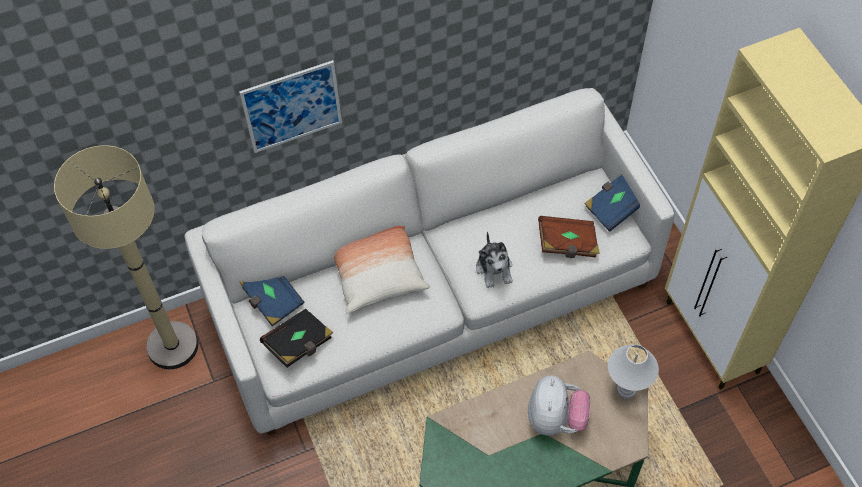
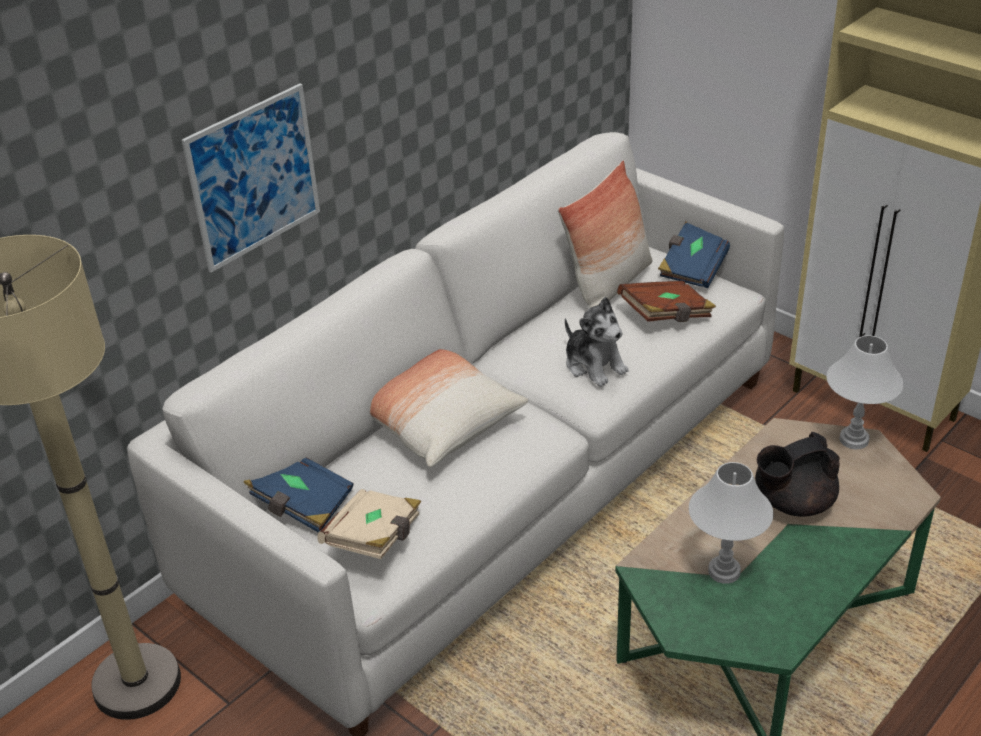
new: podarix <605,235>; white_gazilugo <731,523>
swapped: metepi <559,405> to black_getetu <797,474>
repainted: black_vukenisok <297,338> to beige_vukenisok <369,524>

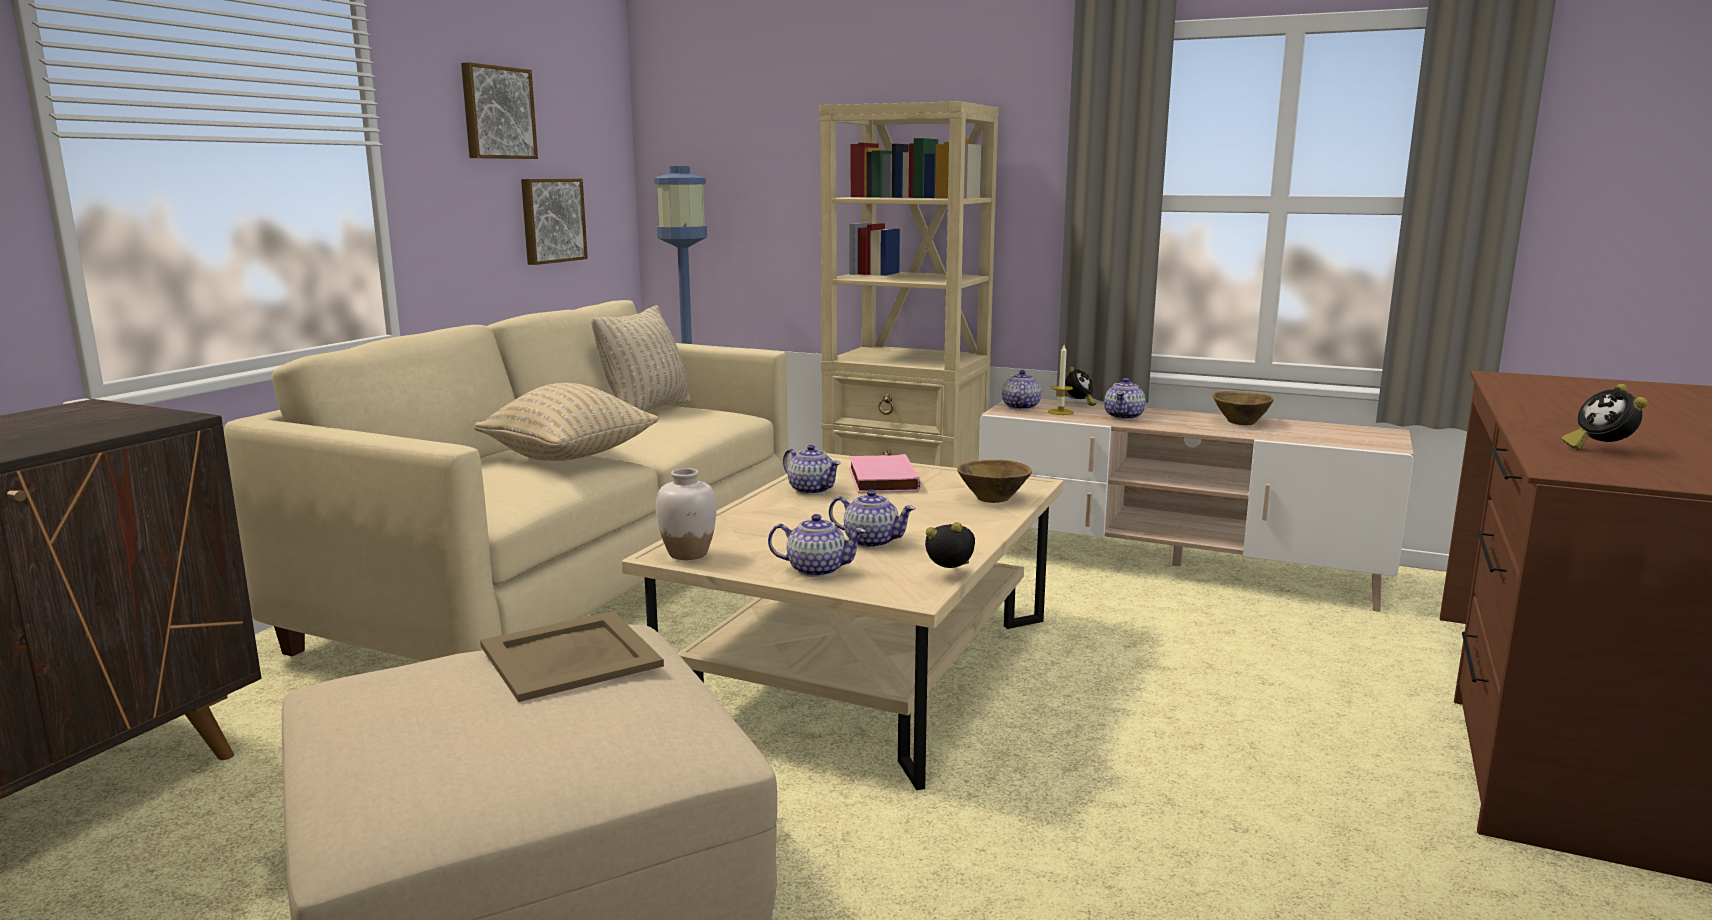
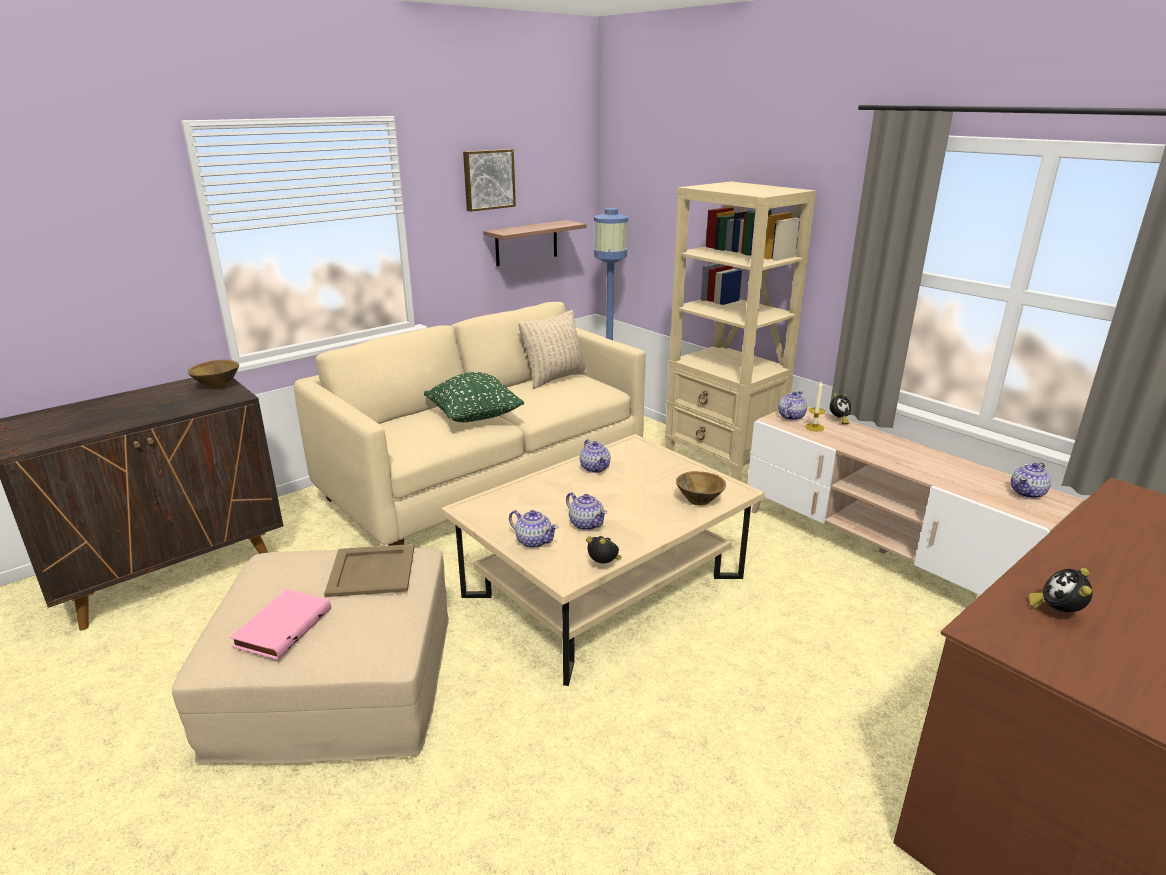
gone: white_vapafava <686,514>
shifted: getetu <1125,399> to <1031,481>; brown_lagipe <1243,408> to <213,375>; pink_vukenisok <884,473> to <280,624>
swapped: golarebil <554,222> to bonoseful <535,243>
repainted: beige_podarix <566,422> to green_podarix <474,397>

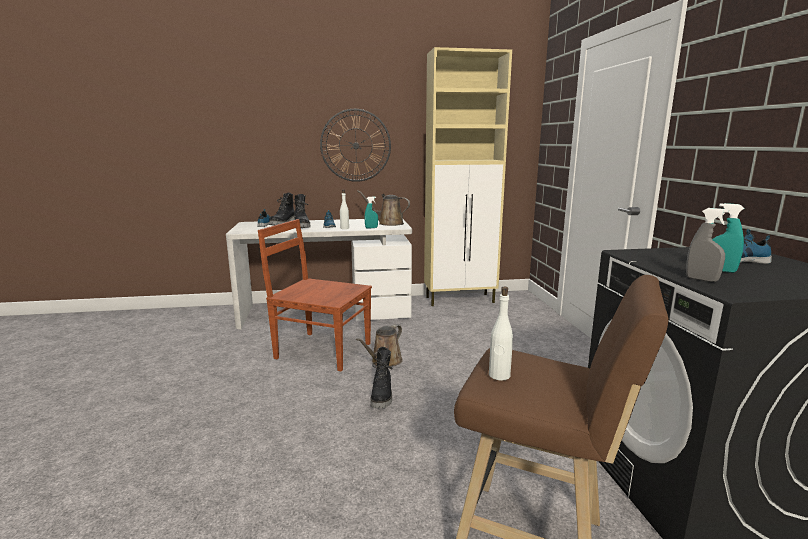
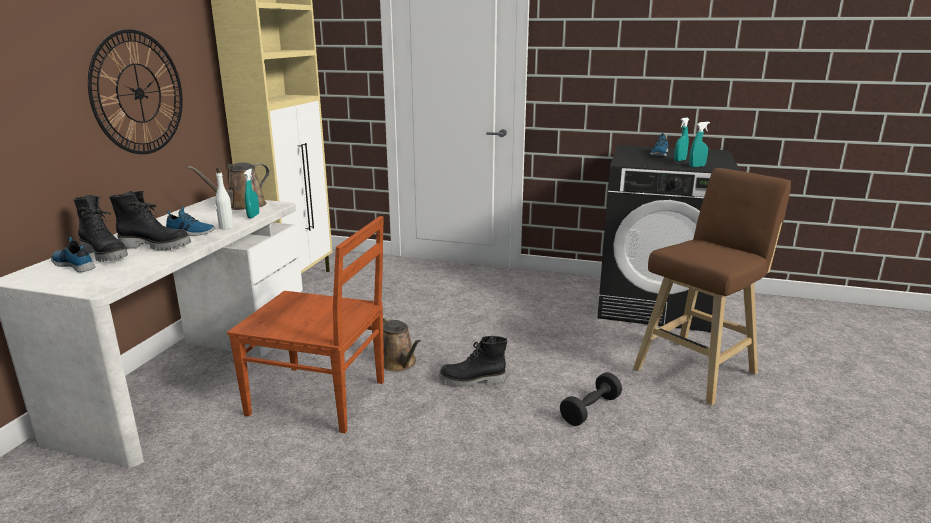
gone: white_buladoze <501,334>
new: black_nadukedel <591,399>
repainted: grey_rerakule <707,245> to turquoise_rerakule <699,144>
rotated: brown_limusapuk <315,295> = <305,324> 120 degrees counterclockwise; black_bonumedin <381,378> = <473,361> 150 degrees clockwise

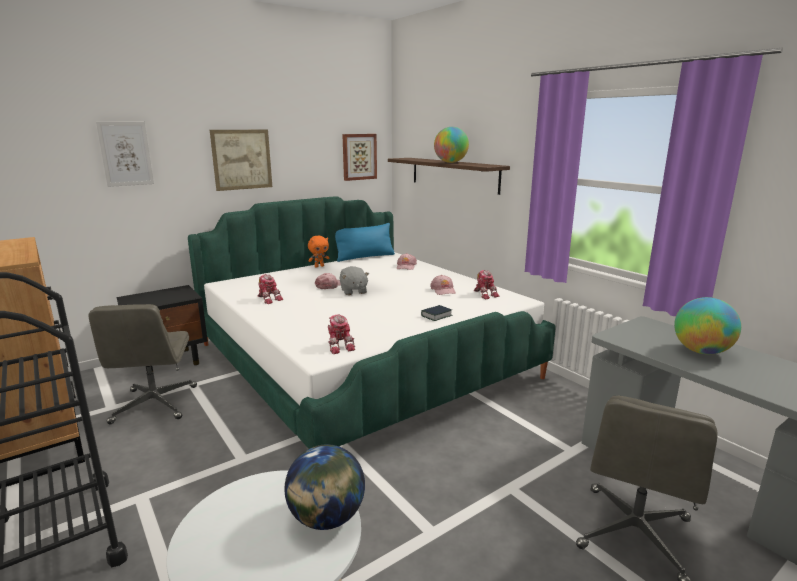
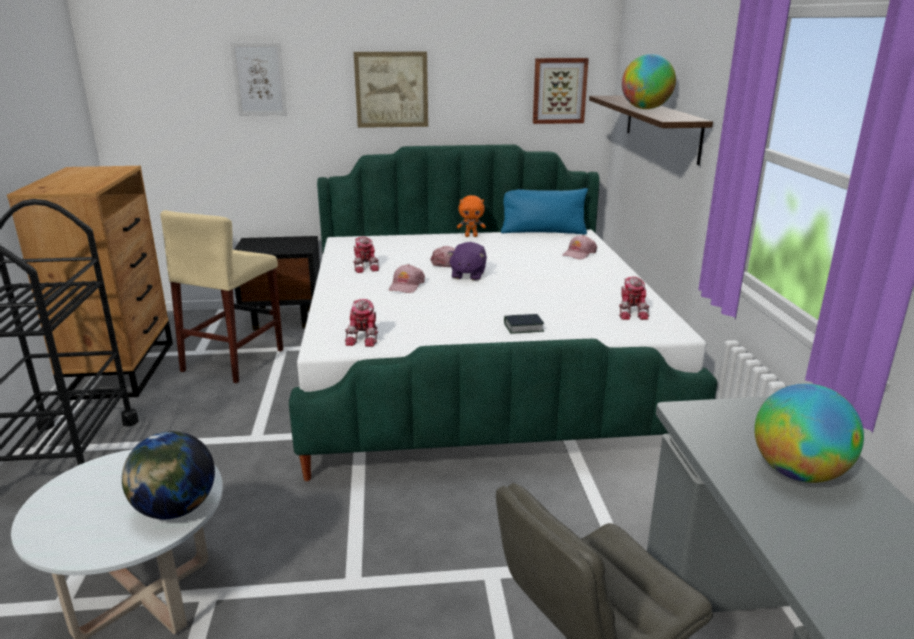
shifted: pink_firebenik <443,285> to <407,278>
swapped: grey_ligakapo <143,364> to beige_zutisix <221,296>
repainted: grey_metepi <354,280> to purple_metepi <467,261>

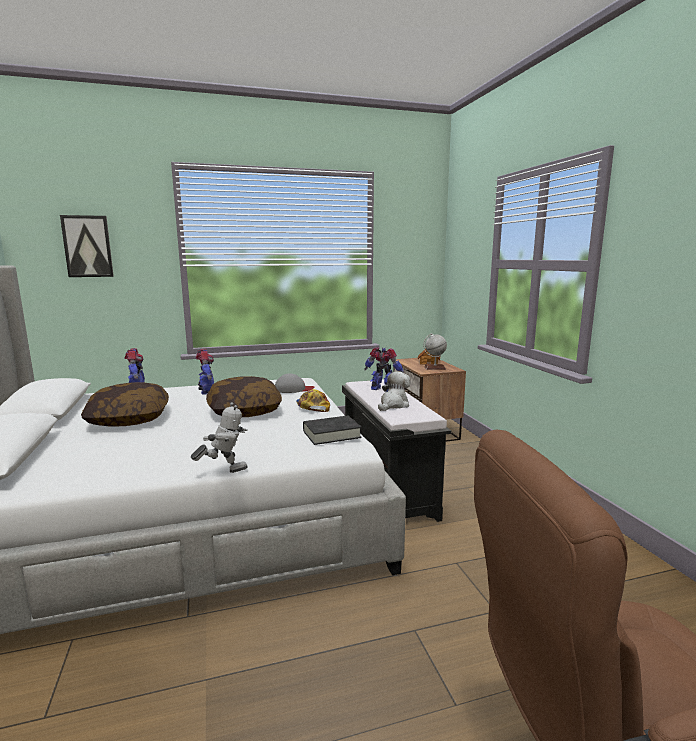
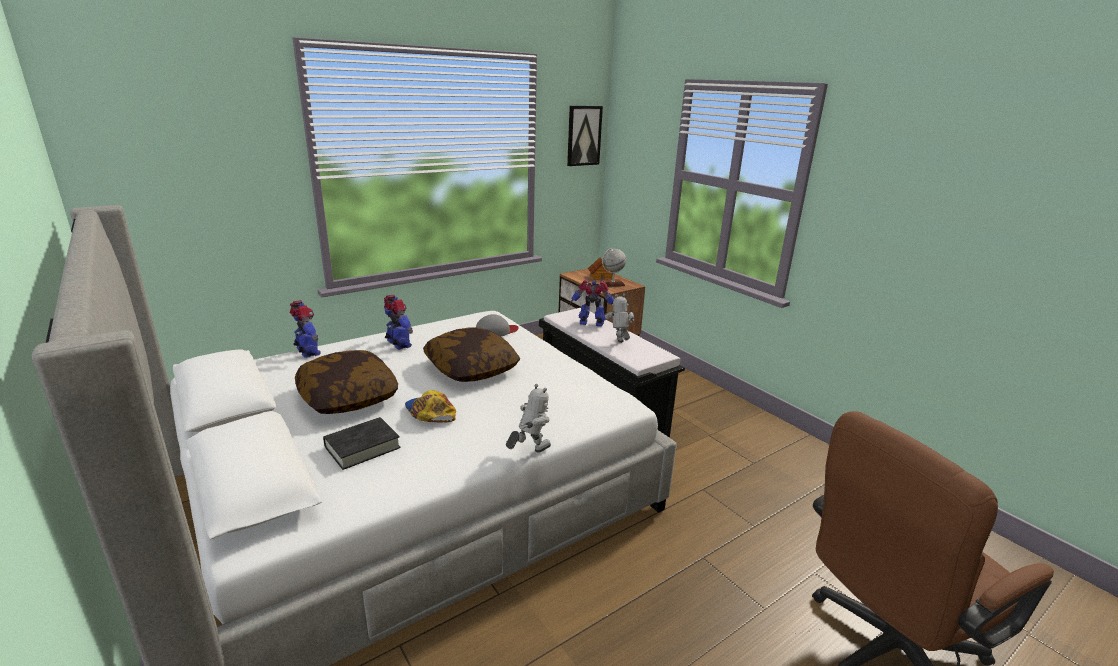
shifted: golarebil <87,246> to <585,136>; firebenik <313,400> to <430,406>; black_vukenisok <332,430> to <362,443>
swapped: metepi <394,391> to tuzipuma <619,318>

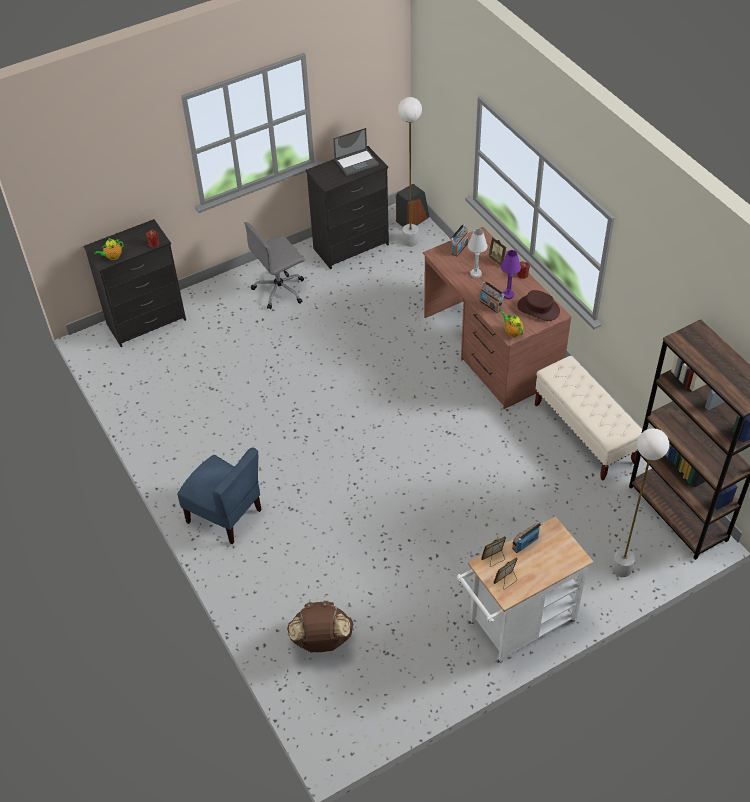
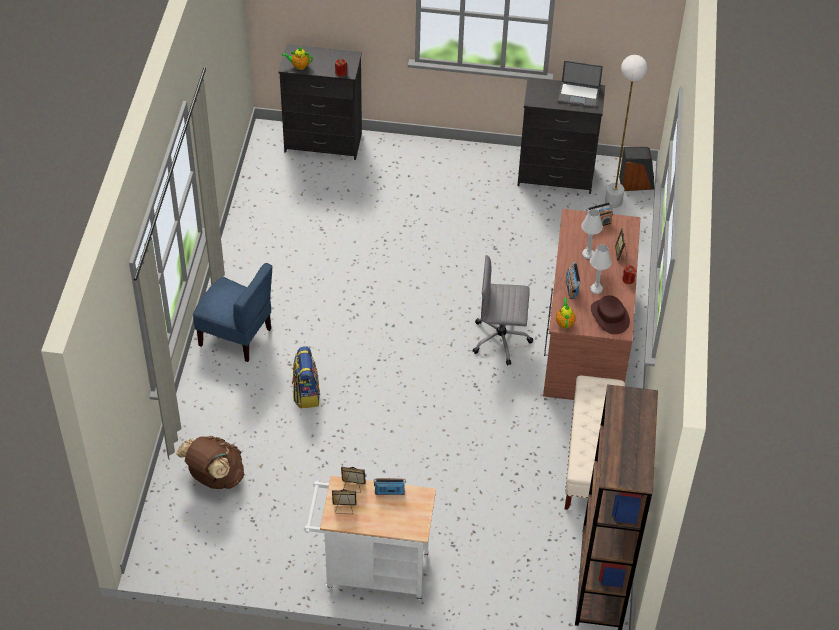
gone: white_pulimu <640,502>
new: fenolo <306,377>
shifted: grey_ligakapo <274,265> to <503,310>
repainted: purple_gazilugo <511,274> to white_gazilugo <600,269>
rotated: blue_limusapuk <219,495> = <232,312> 45 degrees counterclockwise

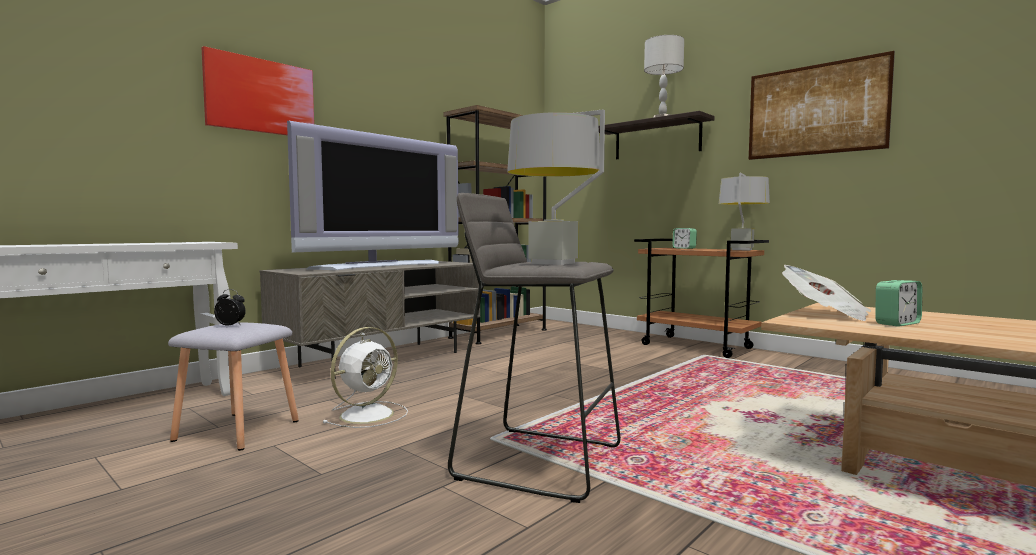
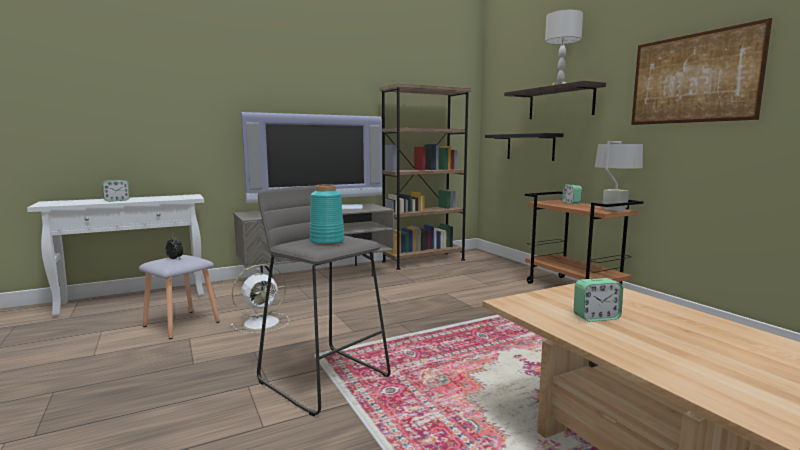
gone: golarebil <258,91>; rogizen <826,293>
new: black_bonoseful <524,147>; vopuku <116,191>
swapped: grey_gazilugo <556,187> to turquoise_vapafava <327,214>

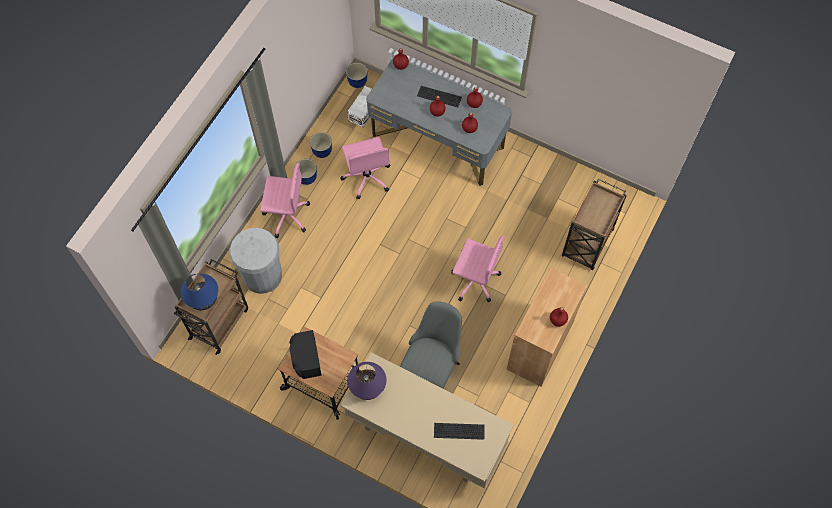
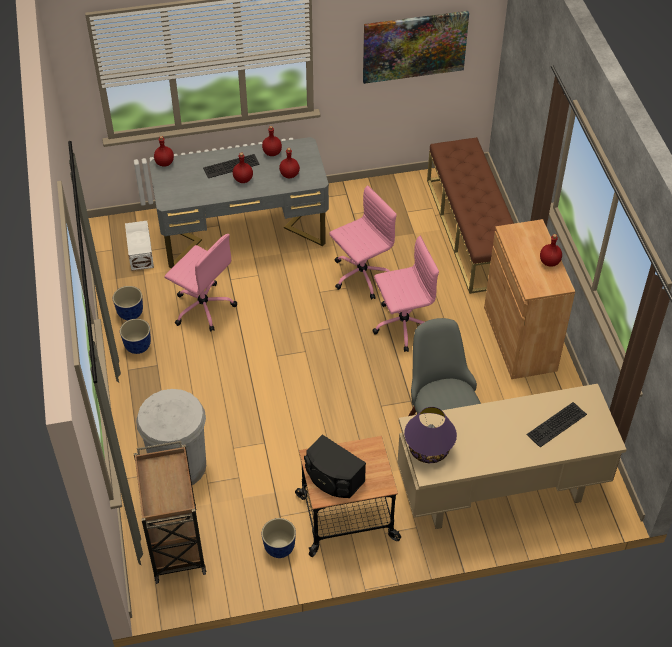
gone: blue_gazilugo <199,292>
new: golarebil <416,47>
shifted: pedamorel <357,75> to <279,538>; pink_ligakapo <285,200> to <362,242>
swapped: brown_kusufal <594,224> to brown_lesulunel <470,215>

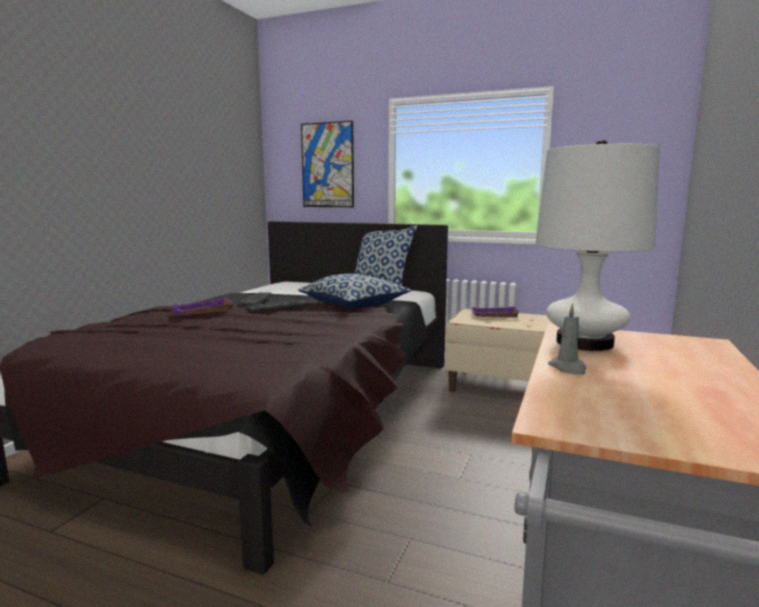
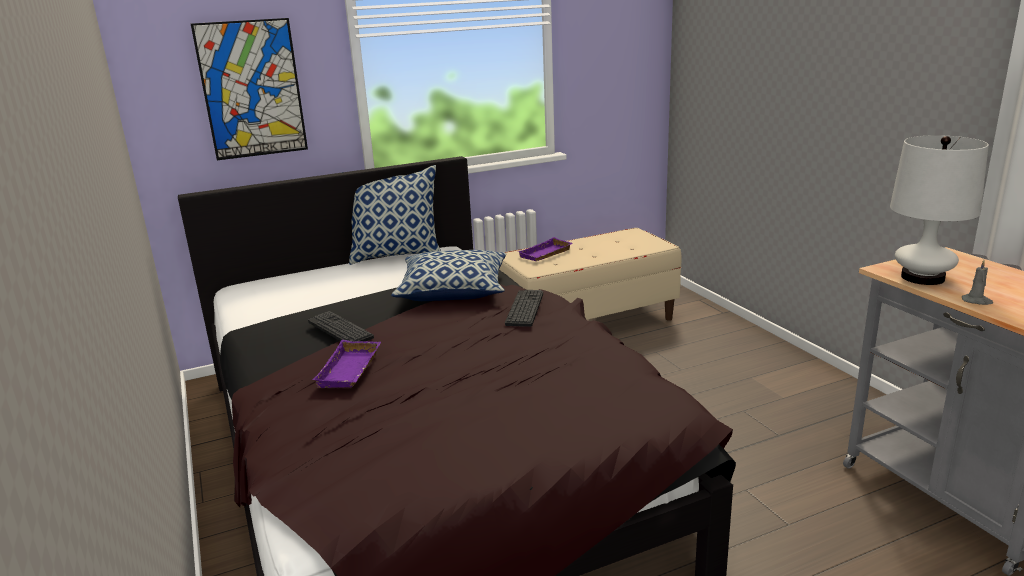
shifted: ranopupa <277,306> to <524,308>

